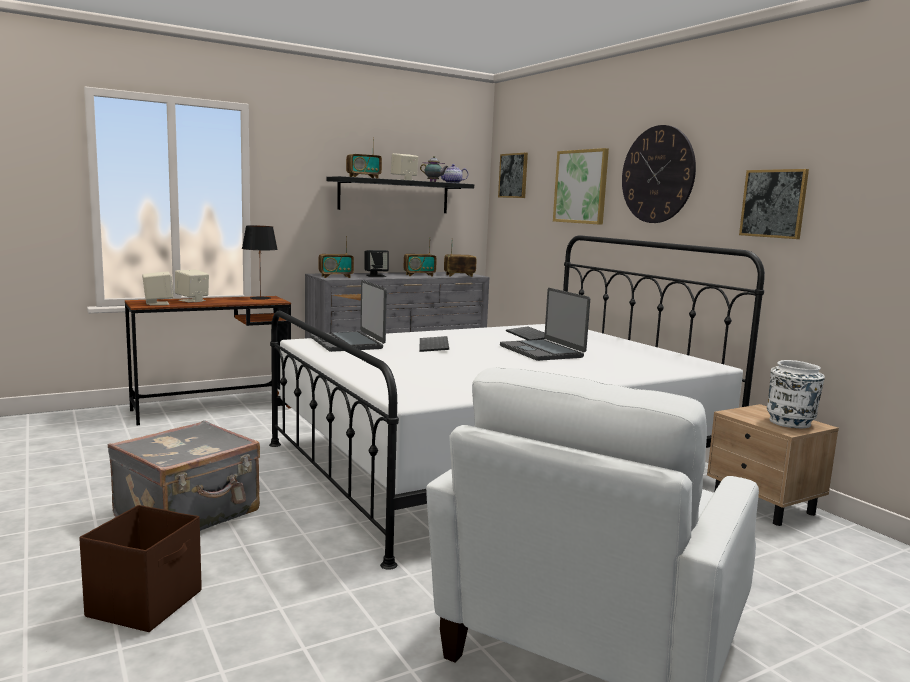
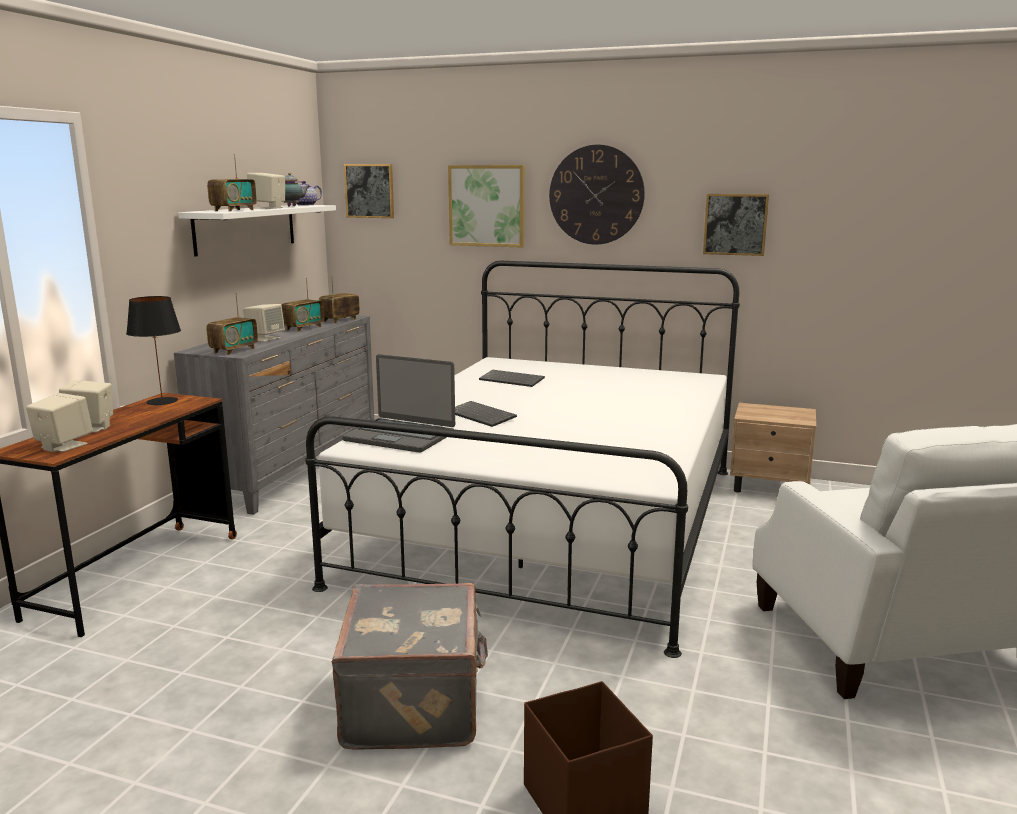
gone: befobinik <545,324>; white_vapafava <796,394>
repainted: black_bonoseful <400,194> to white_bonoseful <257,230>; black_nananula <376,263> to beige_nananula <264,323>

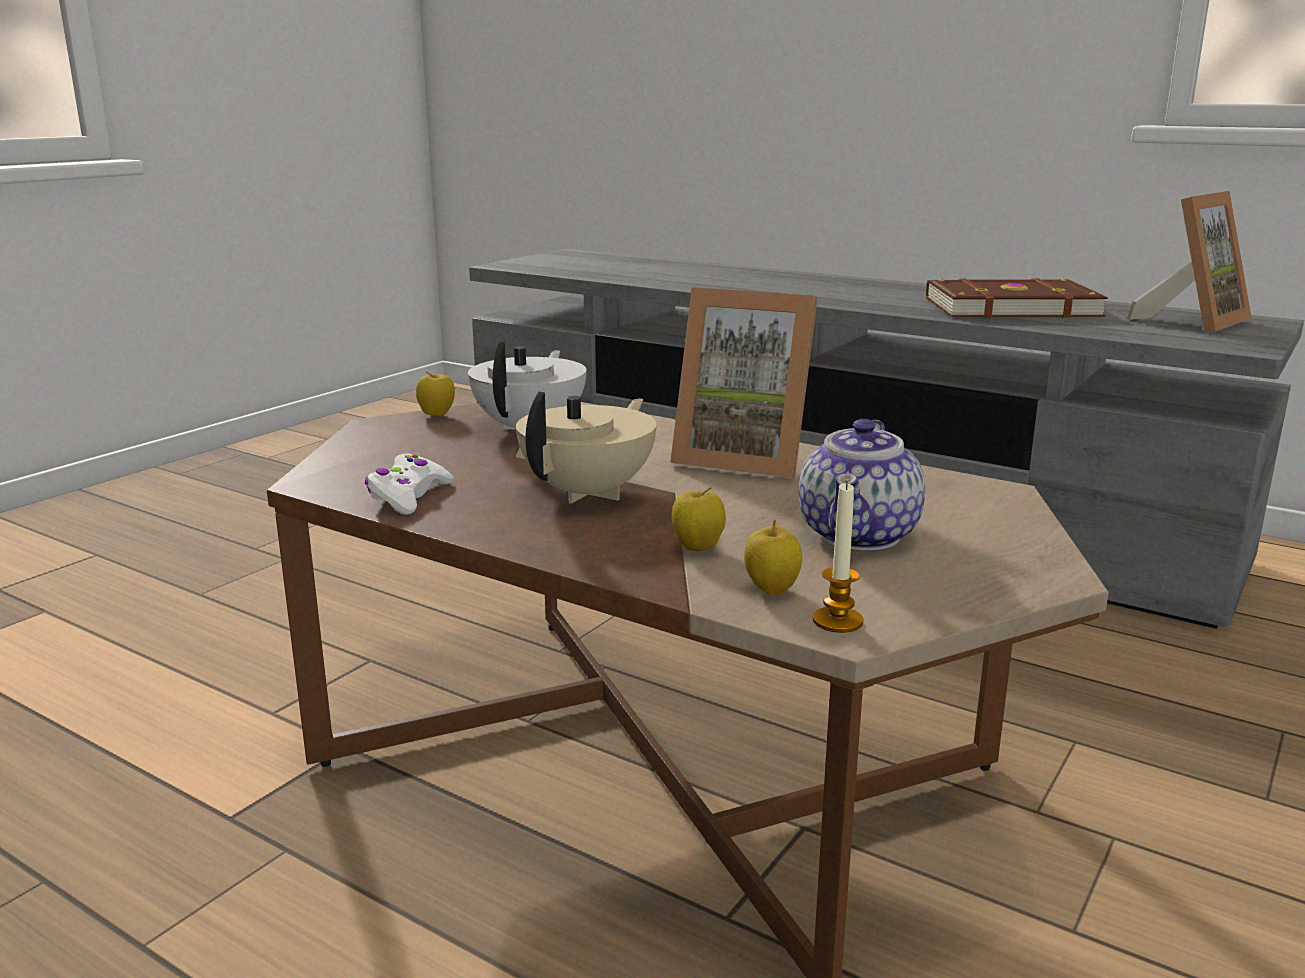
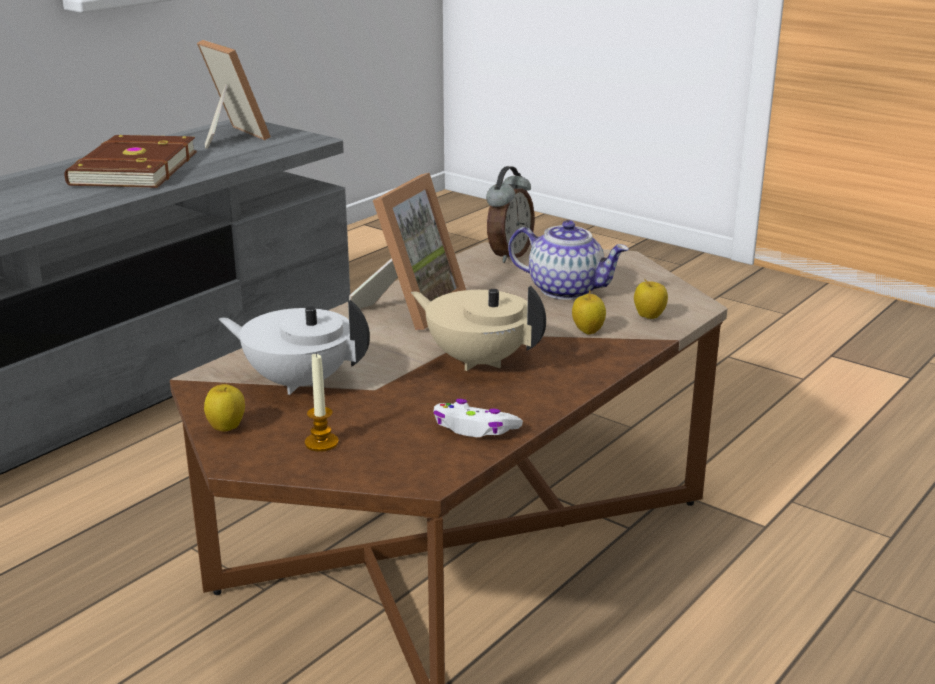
new: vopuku <510,214>
shifted: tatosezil <838,557> to <322,402>

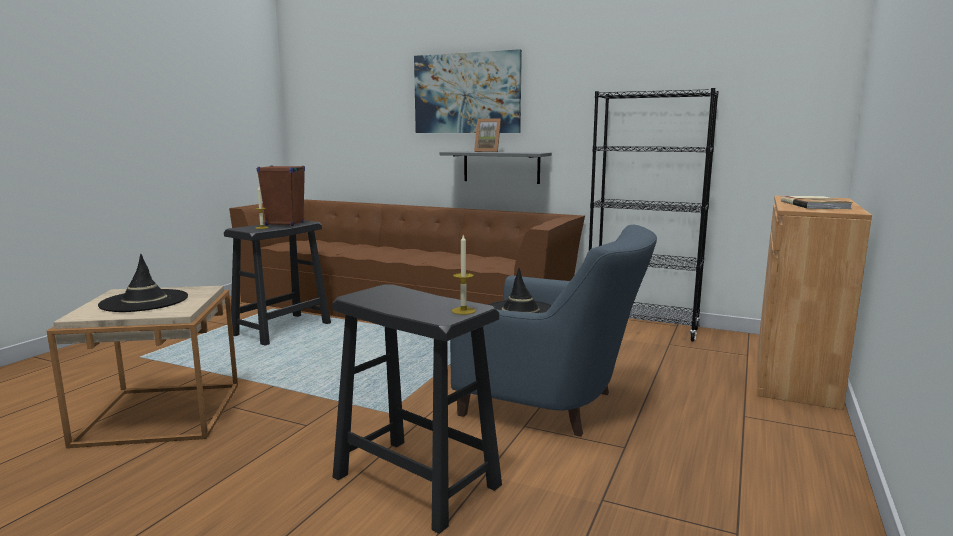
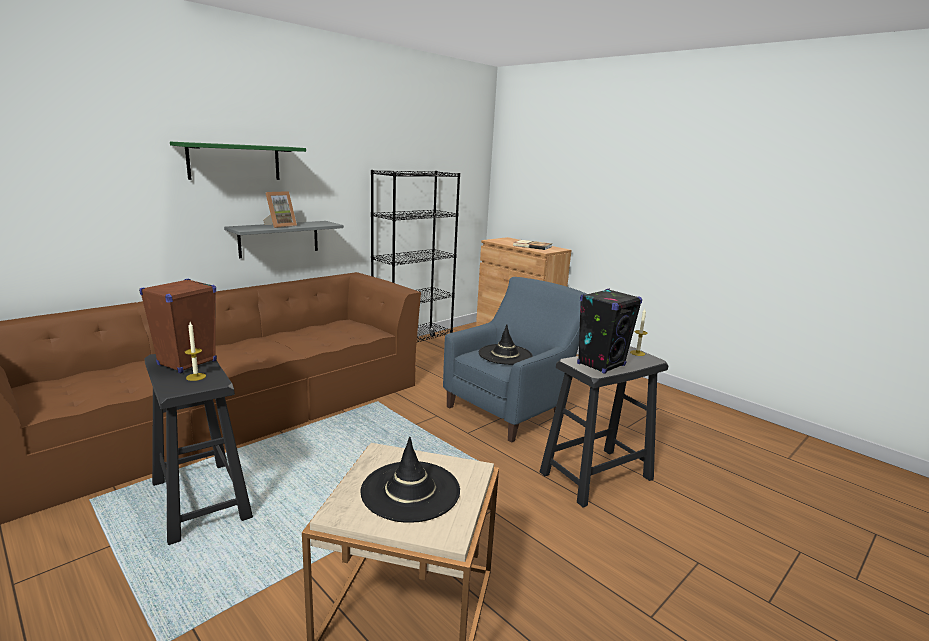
new: black_nananula <609,331>
swapped: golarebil <468,91> to green_bonoseful <238,161>

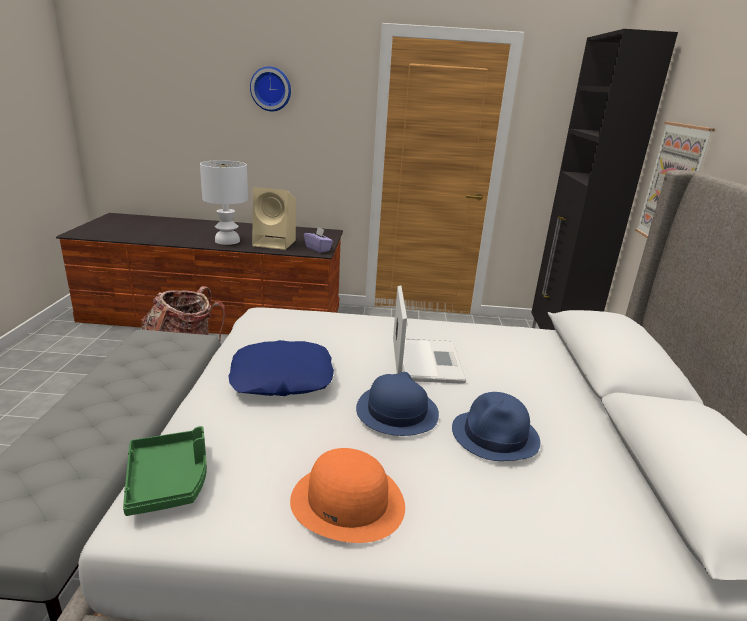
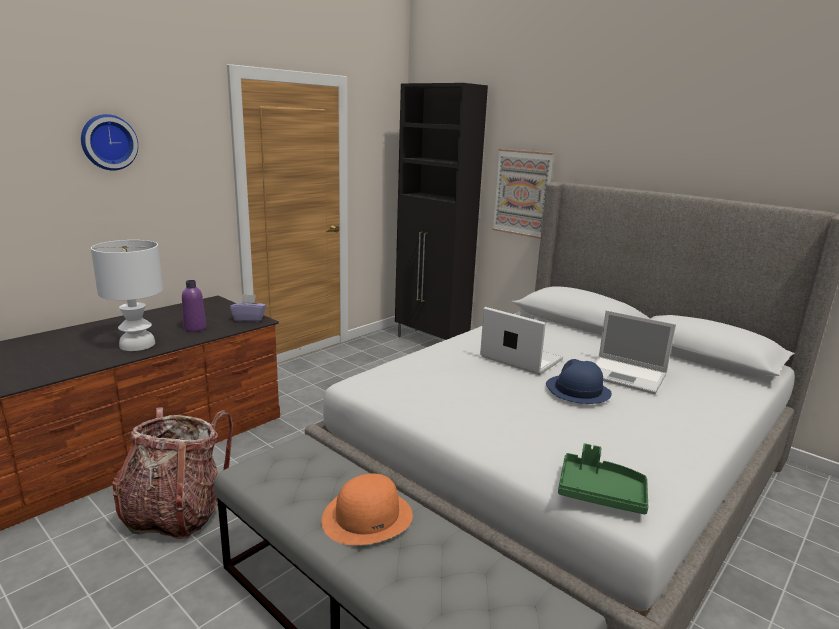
gone: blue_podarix <281,368>
shifted: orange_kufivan <347,495> to <367,509>
swapped: beige_nananula <274,218> to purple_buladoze <194,306>; blue_kufivan <496,426> to befobinik <634,352>

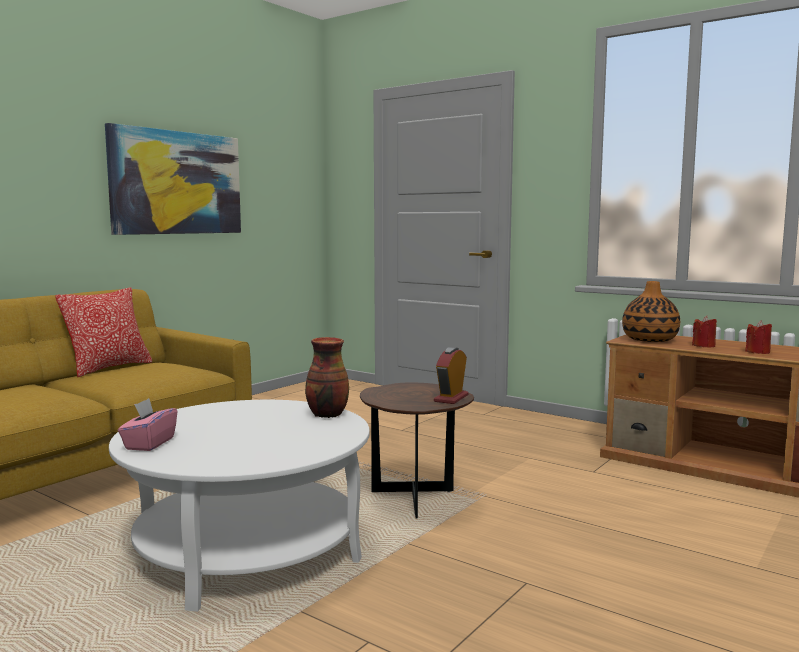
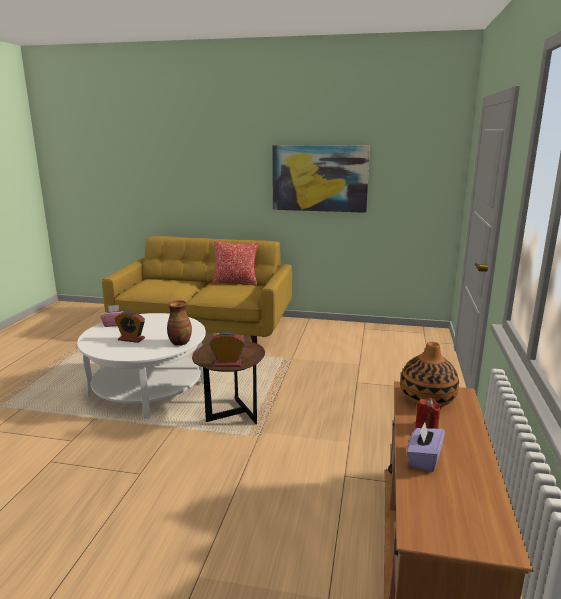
new: vopuku <129,326>
swapped: red_tatosezil <758,337> to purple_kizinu <425,447>

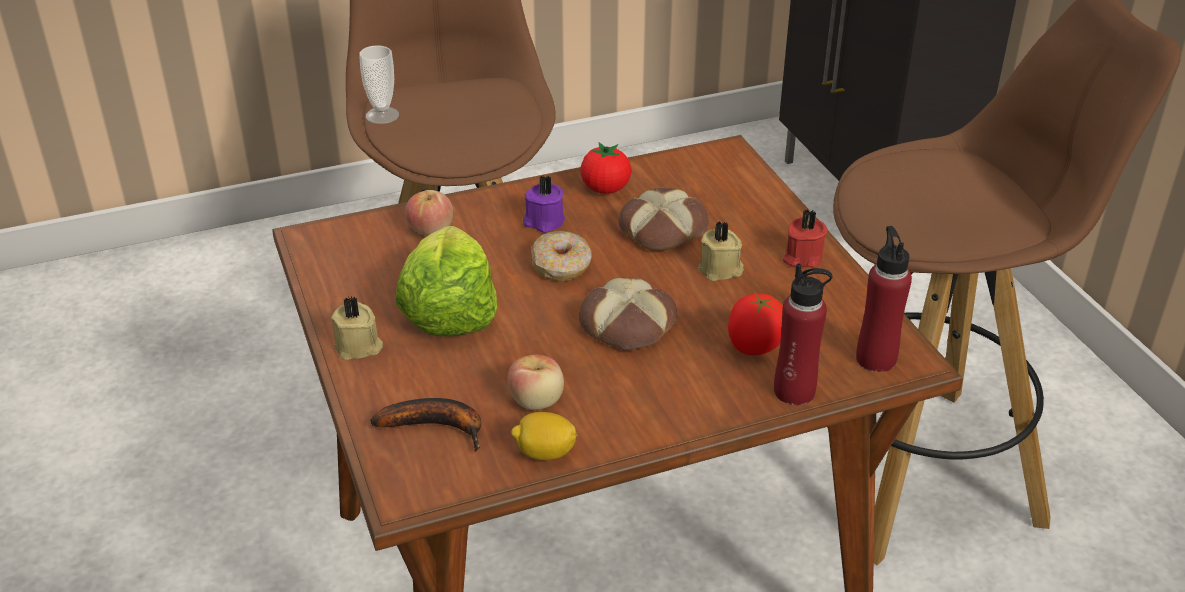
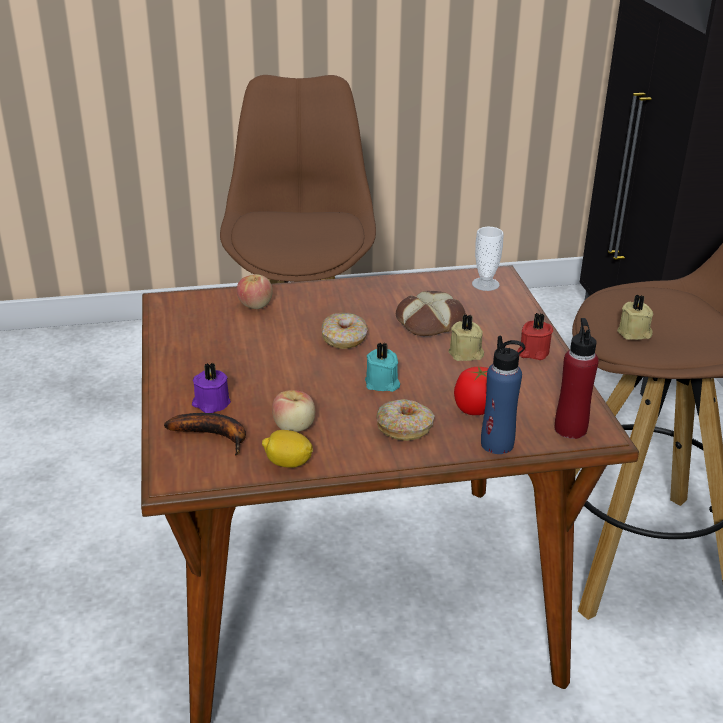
gone: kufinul <605,168>; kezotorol <446,281>
new: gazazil <405,420>
shifted: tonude <379,84> to <488,259>; purple_tatosezil <544,204> to <211,388>; beige_tatosezil <357,328> to <635,317>
swapped: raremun <628,313> to turquoise_tatosezil <382,367>
repainted: red_buladoze <803,334> to blue_buladoze <503,394>

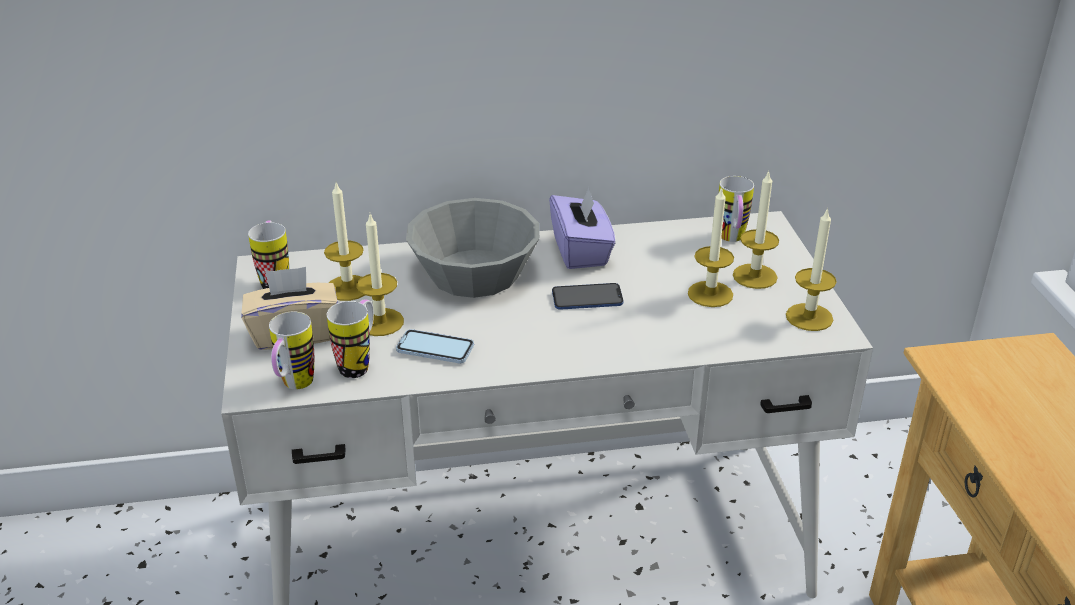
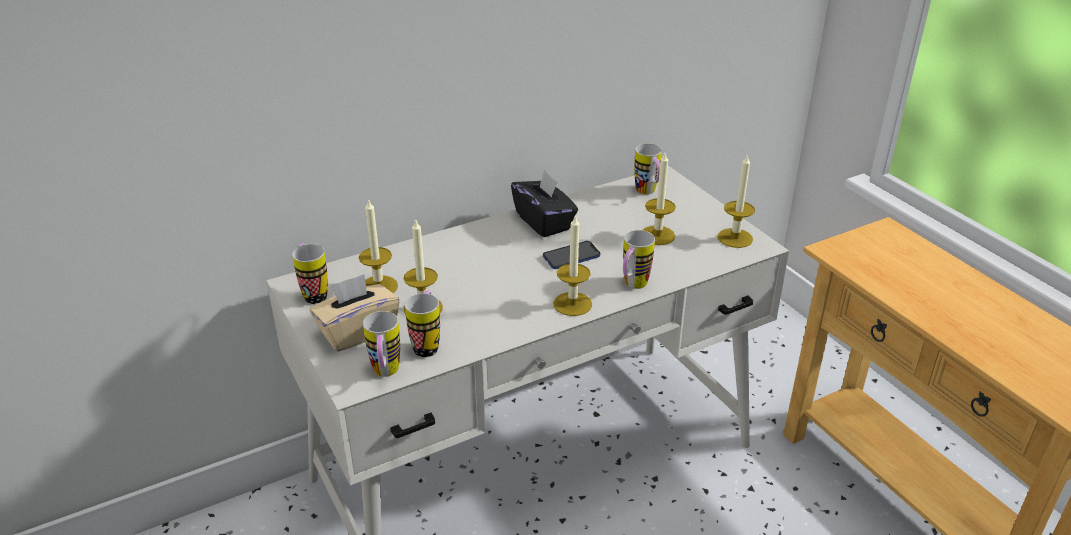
gone: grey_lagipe <473,248>; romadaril <435,346>
new: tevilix <639,259>
shifted: tatosezil <756,229> to <572,265>
repainted: purple_kizinu <582,228> to black_kizinu <544,203>

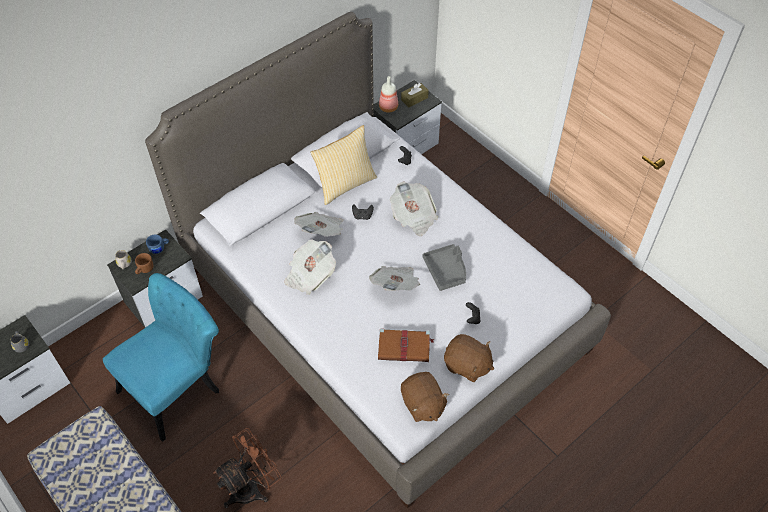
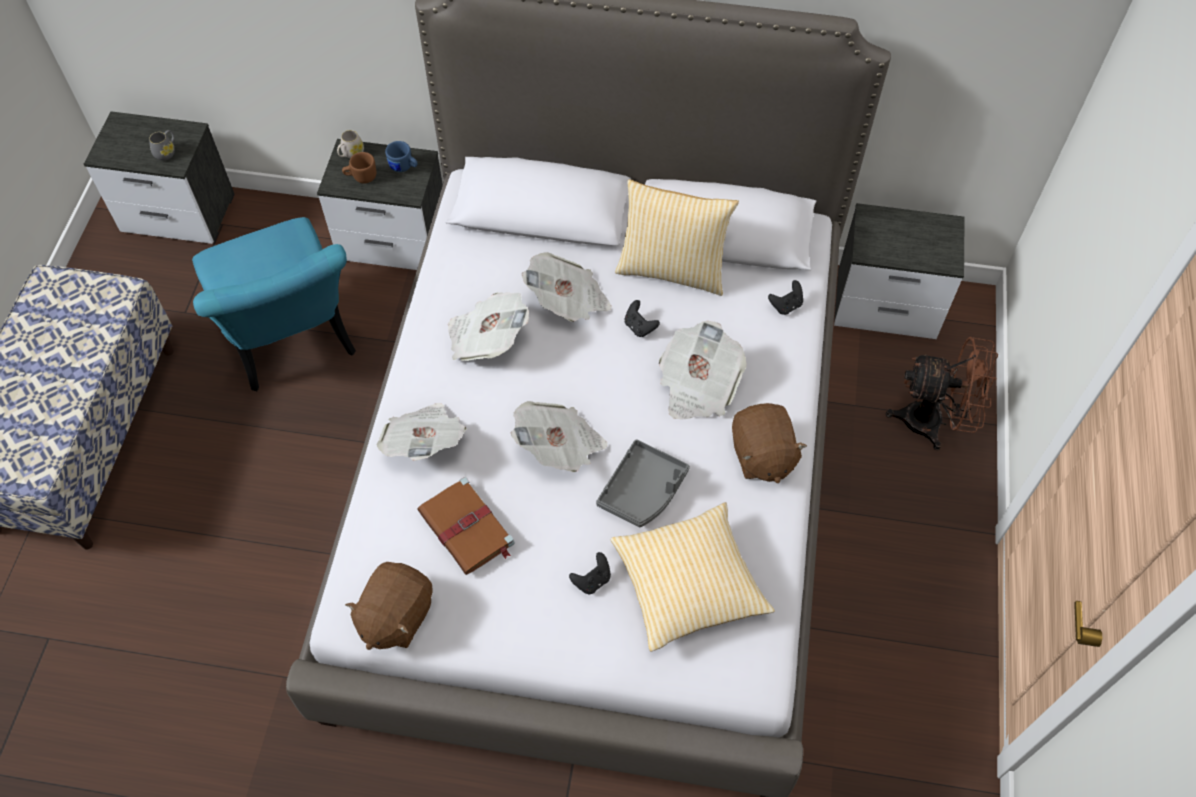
gone: buladoze <388,94>; brown_kizinu <415,95>
new: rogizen <422,432>; podarix <693,577>
shifted: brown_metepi <469,358> to <769,443>; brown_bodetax <247,468> to <942,393>
rotated: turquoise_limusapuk <161,357> = <274,304> 60 degrees clockwise

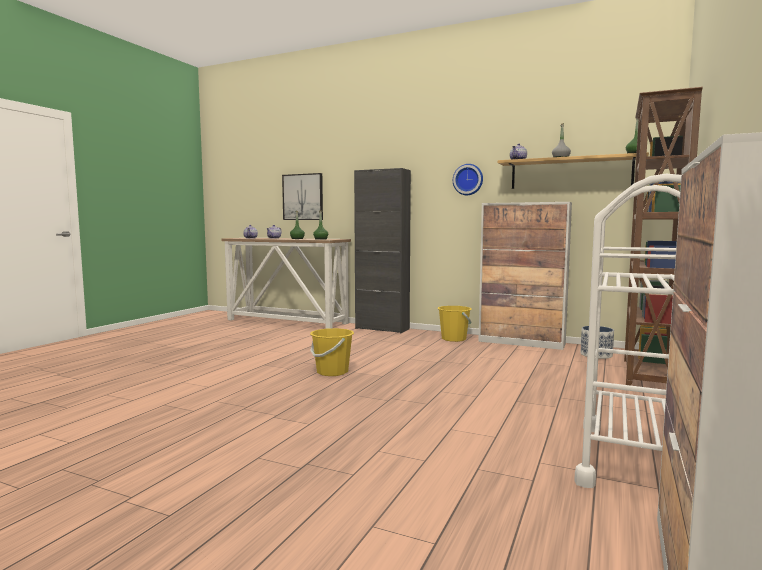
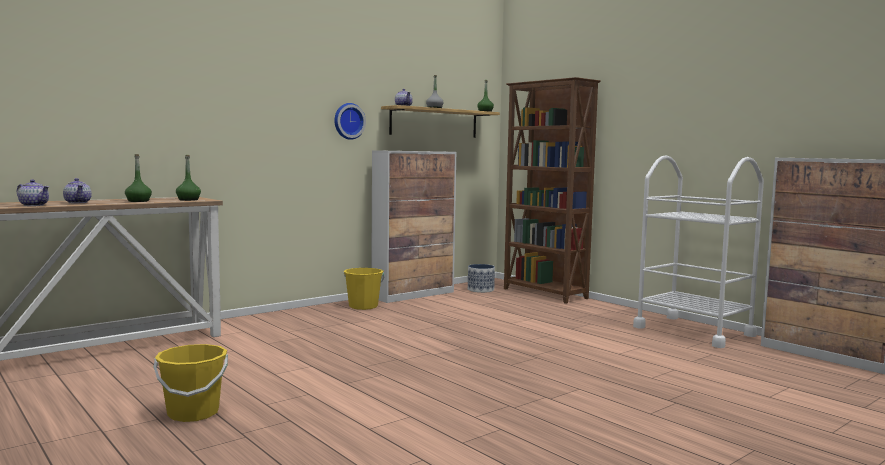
gone: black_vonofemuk <382,250>; golarebil <302,196>
shifted: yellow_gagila <332,352> to <191,383>

